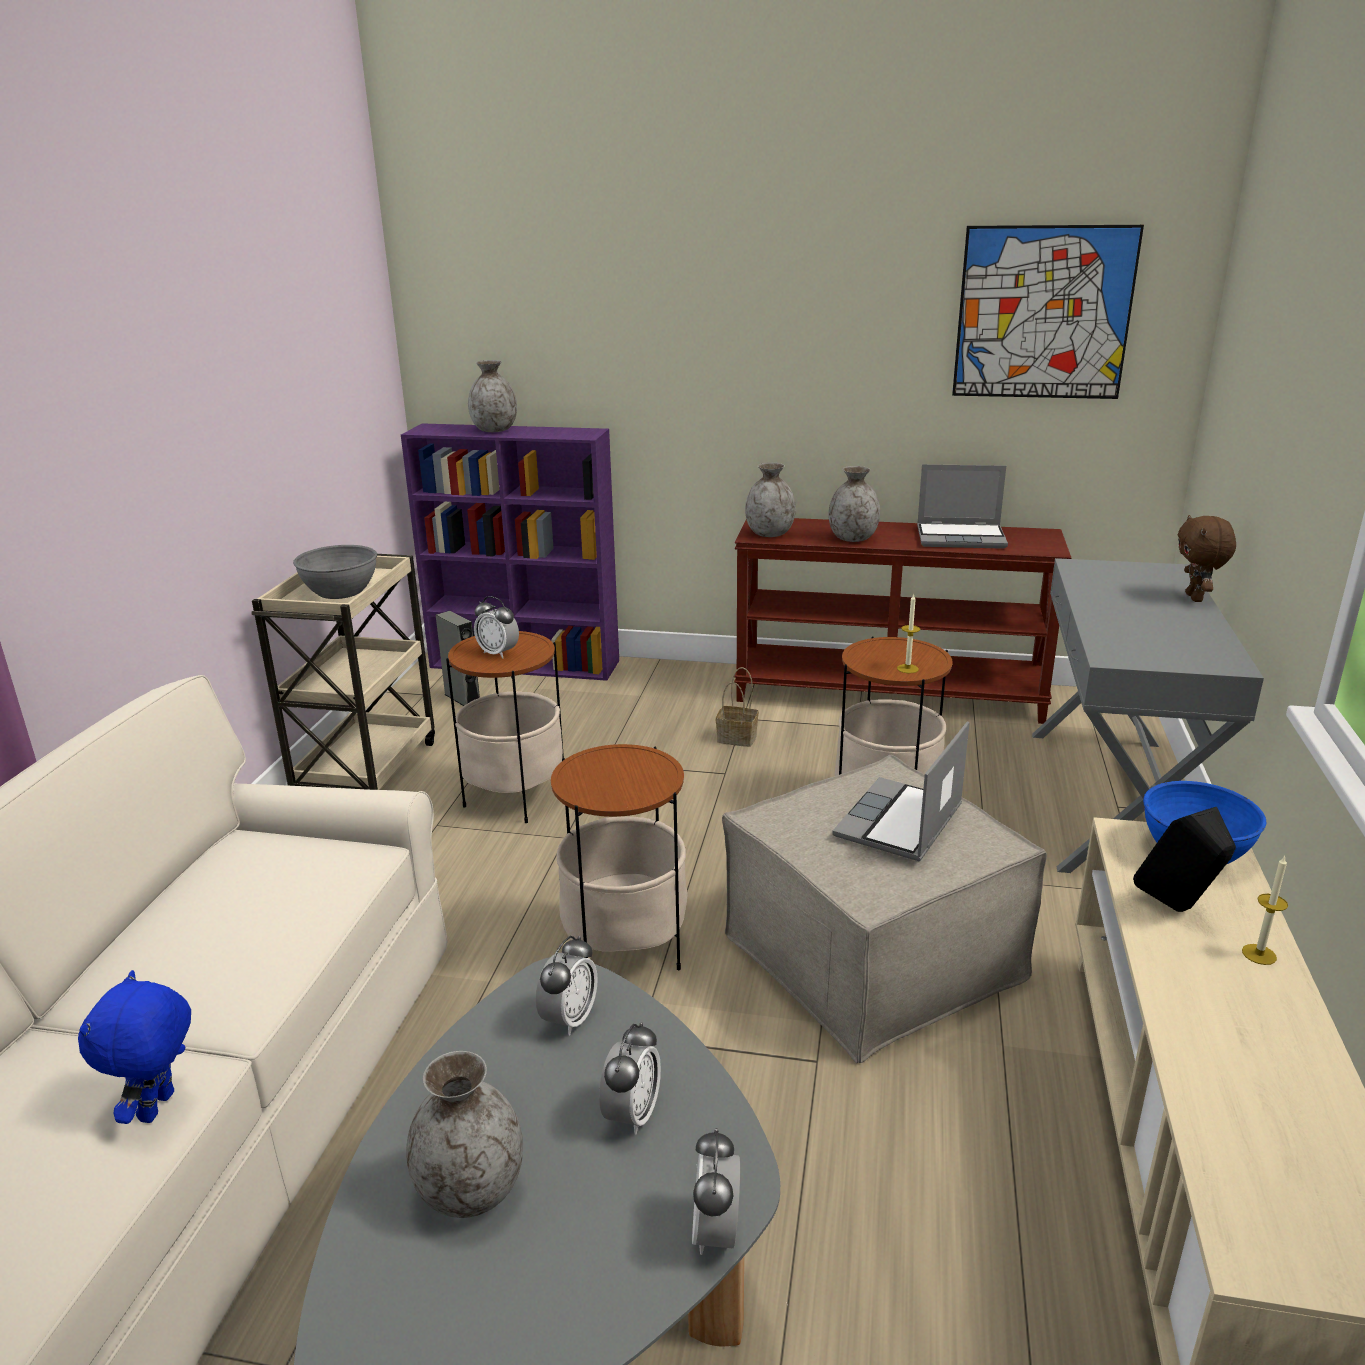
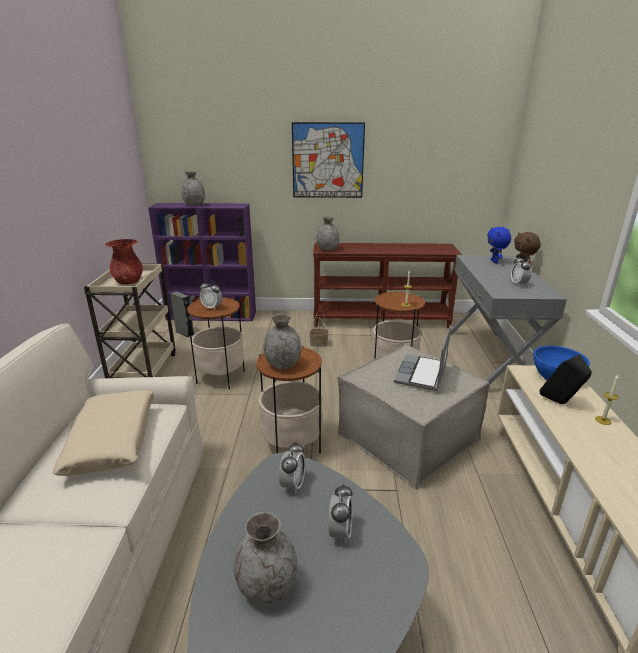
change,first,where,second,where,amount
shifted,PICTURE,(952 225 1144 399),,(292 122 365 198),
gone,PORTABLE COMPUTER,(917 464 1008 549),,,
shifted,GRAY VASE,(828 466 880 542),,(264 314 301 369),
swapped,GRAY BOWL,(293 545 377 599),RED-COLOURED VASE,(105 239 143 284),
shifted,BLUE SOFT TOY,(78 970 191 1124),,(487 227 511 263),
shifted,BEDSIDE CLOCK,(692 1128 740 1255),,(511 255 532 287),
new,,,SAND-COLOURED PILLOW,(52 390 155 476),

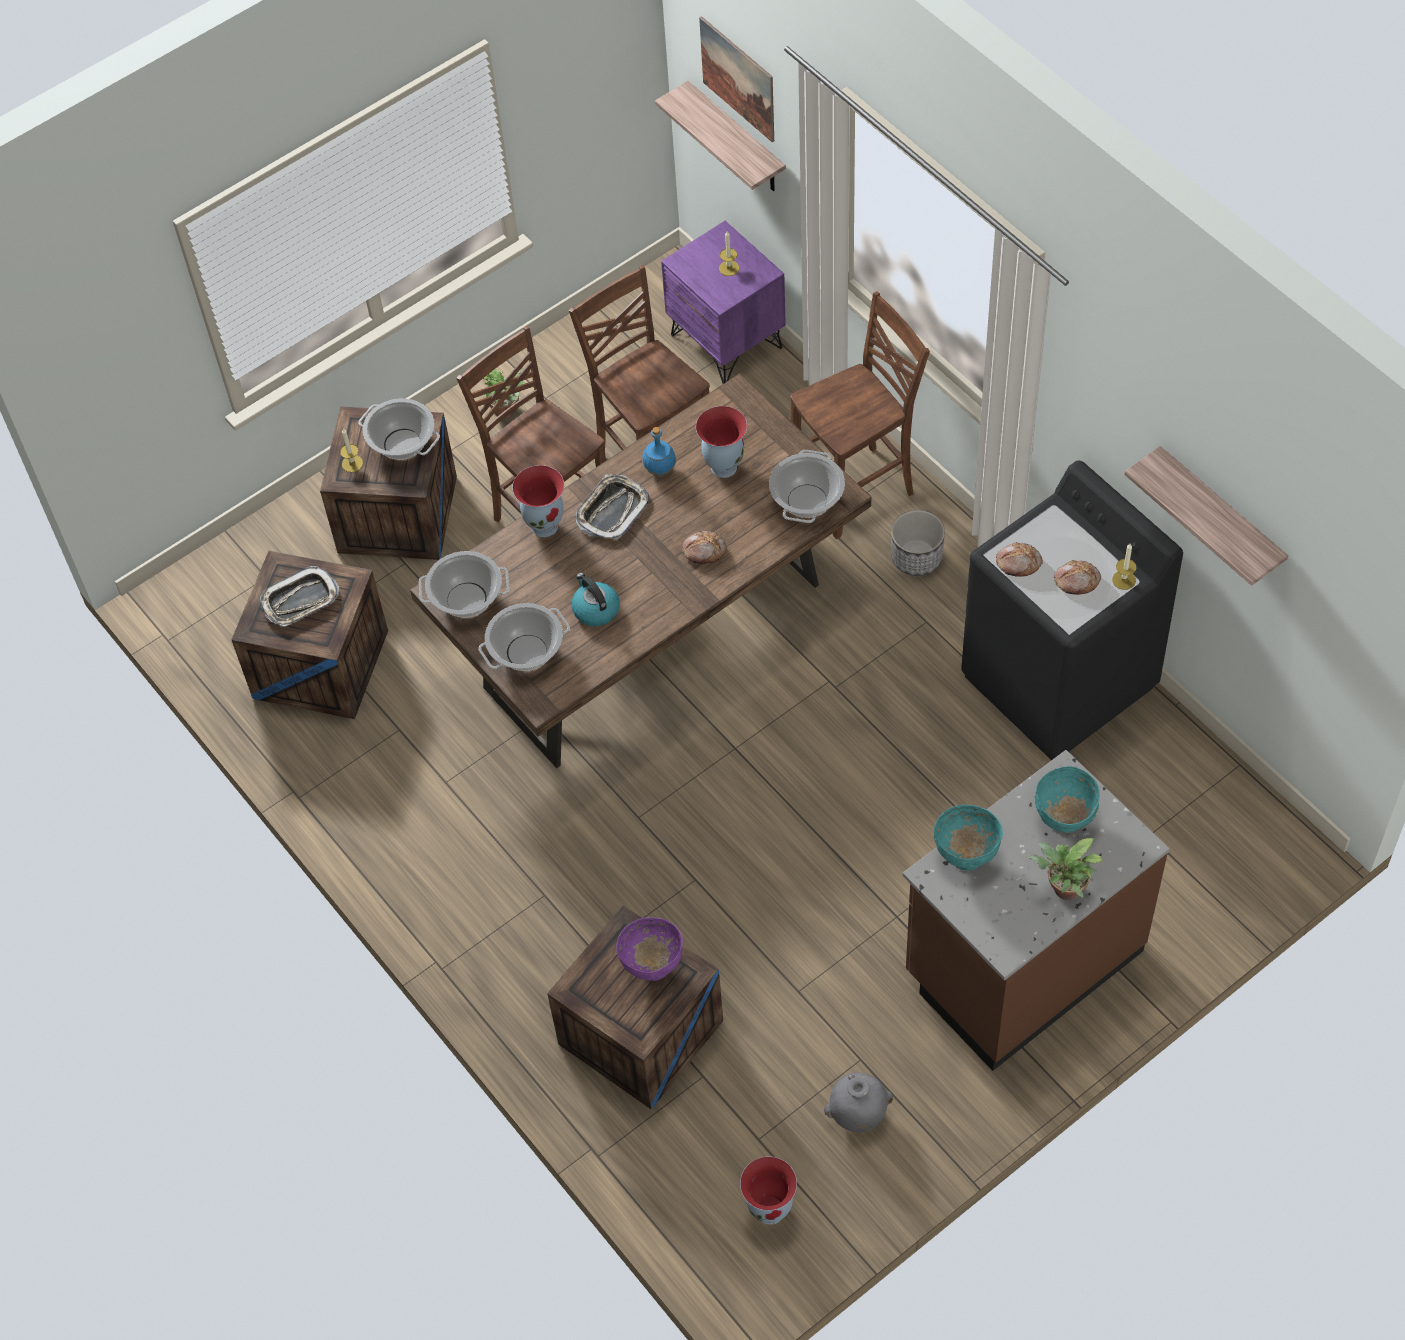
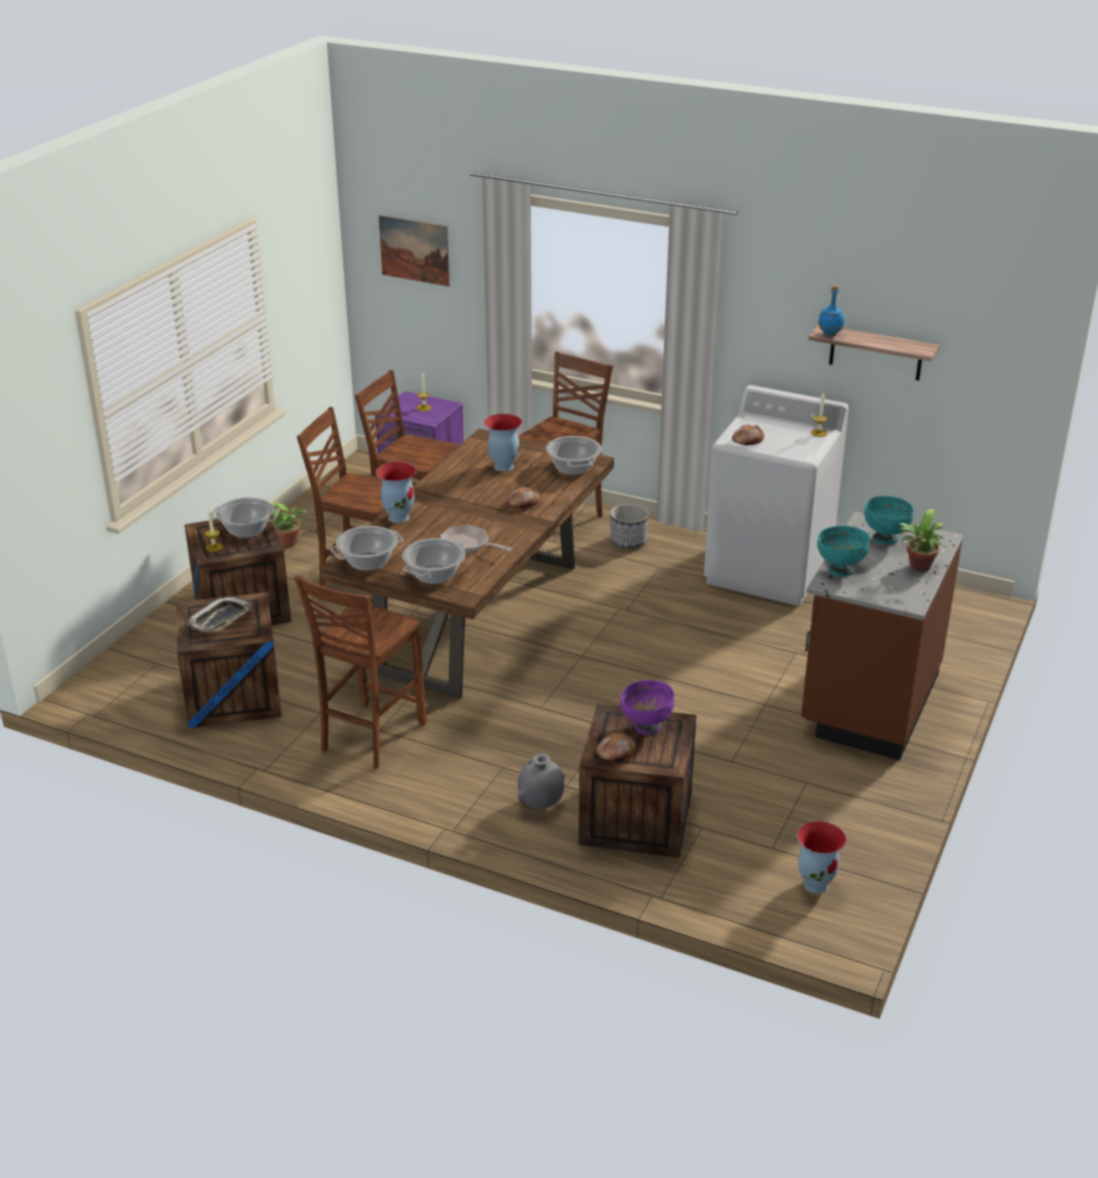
change,first,where,second,where,amount
gone,WALL SHELF,(655 81 786 191),,,
shifted,BLUE BOTTLE,(642 427 676 476),,(818 285 845 337),
repainted,BLACK-COLOURED WASHING MACHINE,(961 460 1183 760),WHITISH WASHING MACHINE,(704 385 849 606),
gone,CARRYING TRAY,(576 475 649 540),,,
shifted,BREAD,(1054 560 1101 595),,(596 733 635 762),
swapped,TEA KETTLE,(571 572 620 626),SKILLET,(440 525 512 553),
shifted,GRAY VASE,(824 1072 893 1132),,(517 754 565 809),
new,,,BROWNISH PLAIN CHAIR,(295 575 427 769),

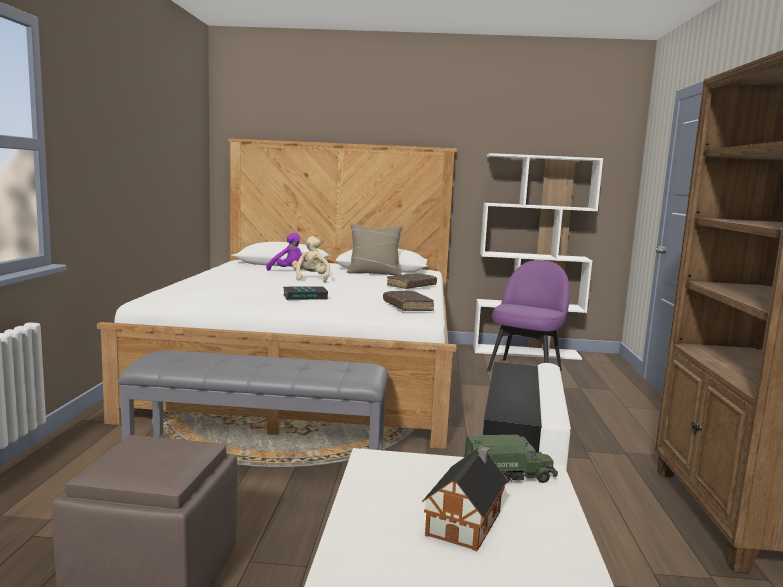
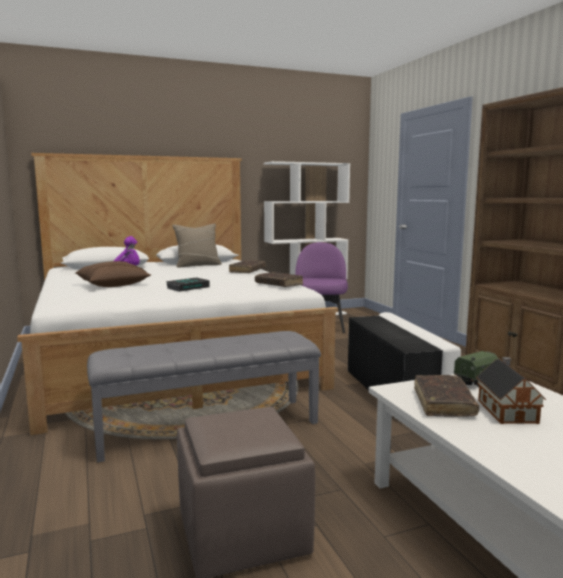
change,first,where,second,where,amount
gone,SAND-COLOURED SOFT TOY,(292 236 330 282),,,
new,,,BROWNISH PILLOW,(75 261 151 287),
new,,,BROWNISH BOUND BOOK,(414 375 479 417),

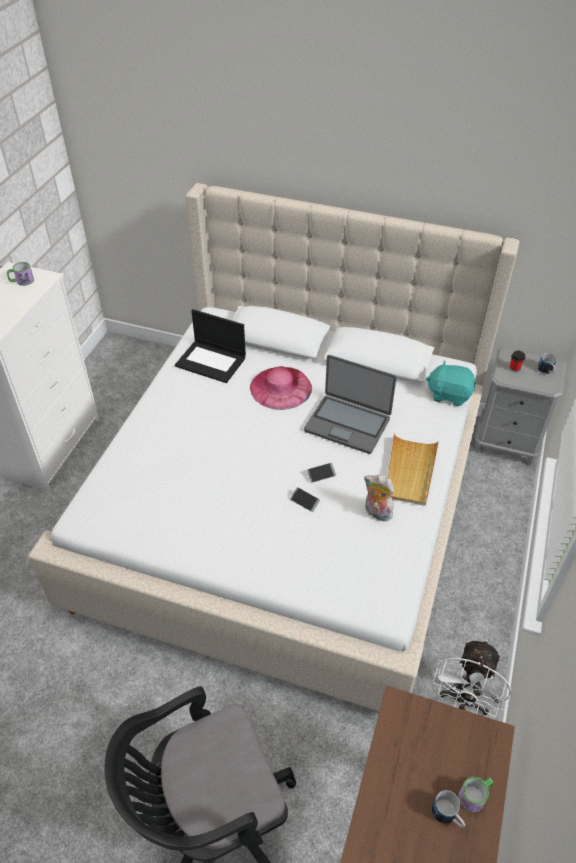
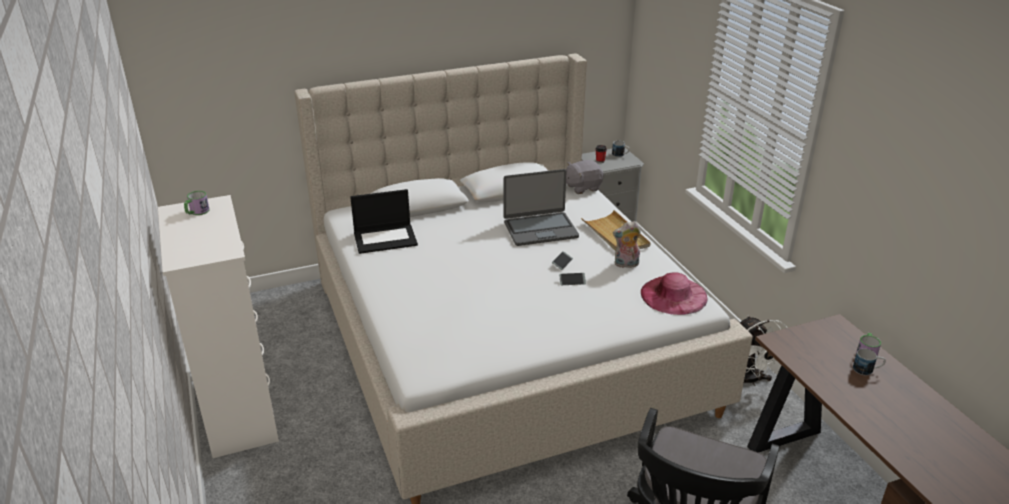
change,first,where,second,where,amount
repainted,TURQUOISE-COLOURED SOFT TOY,(426 360 475 406),GRAY SOFT TOY,(566 160 603 194),
shifted,PINKISH CLOTHING HAT,(250 366 312 410),,(641 272 708 315),

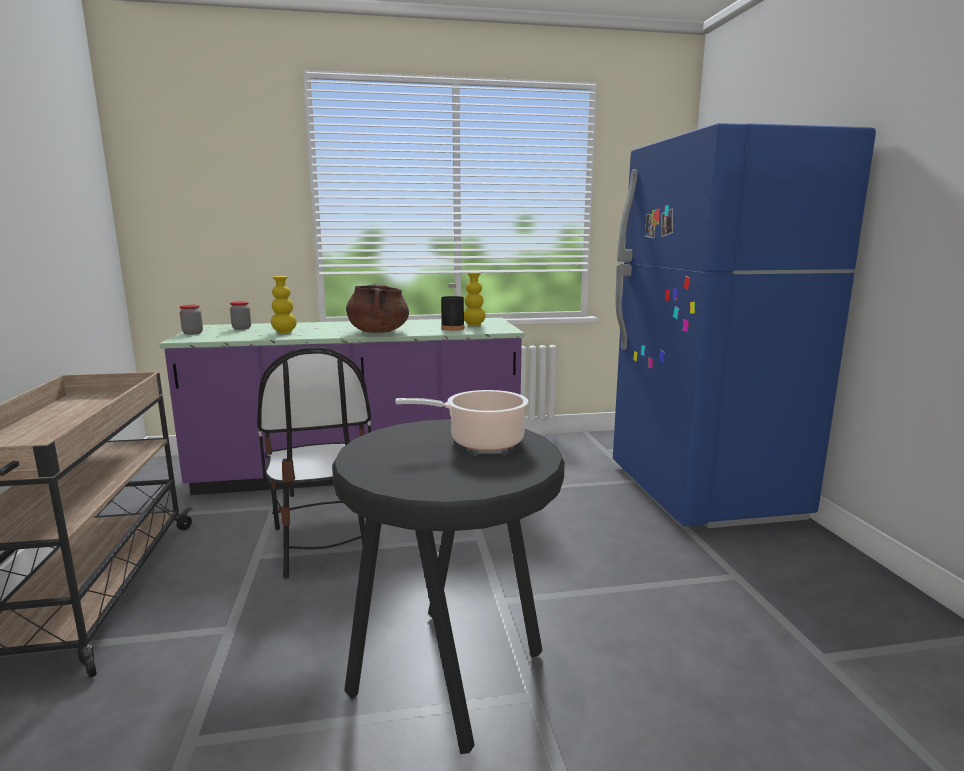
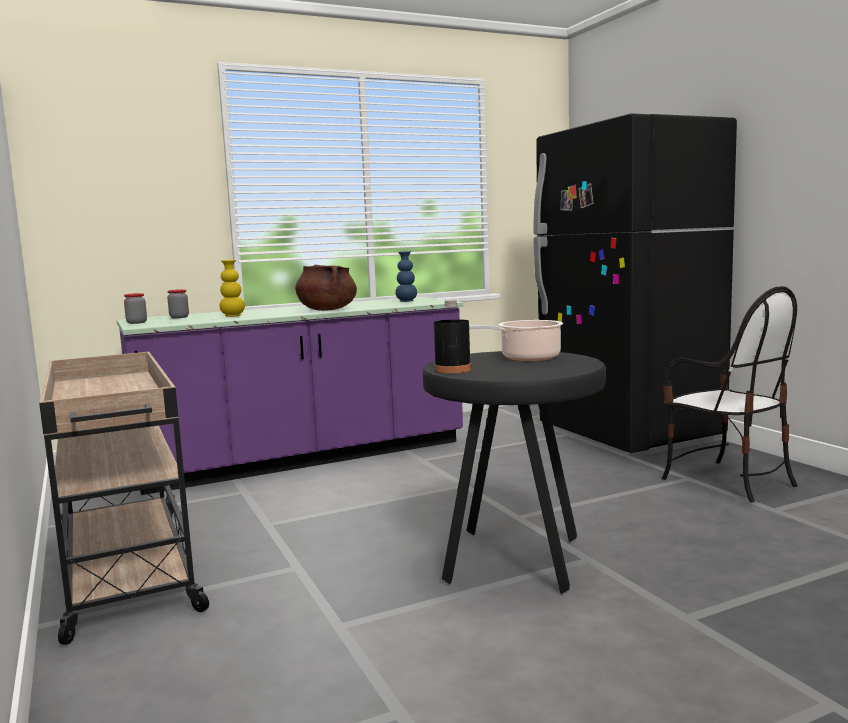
change,first,where,second,where,amount
repainted,BLUE REFRIGERATOR,(613 123 876 528),BLACK-COLOURED REFRIGERATOR,(533 113 737 455),
repainted,YELLOW VASE,(464 273 485 326),BLUE VASE,(395 251 417 302),
shifted,BLACK-COLOURED BOTTLE,(441 283 464 331),,(434 300 471 373),
shifted,PLAIN CHAIR,(257 347 371 579),,(662 286 798 503),

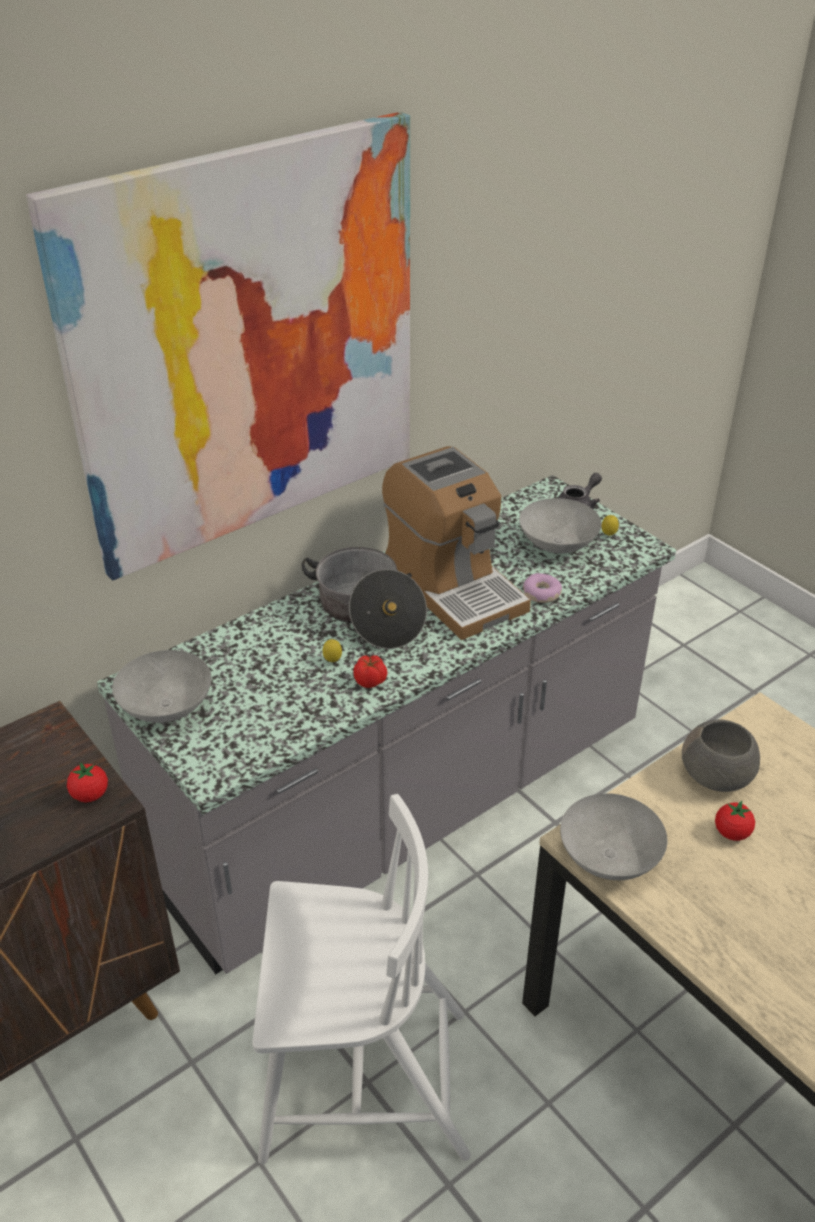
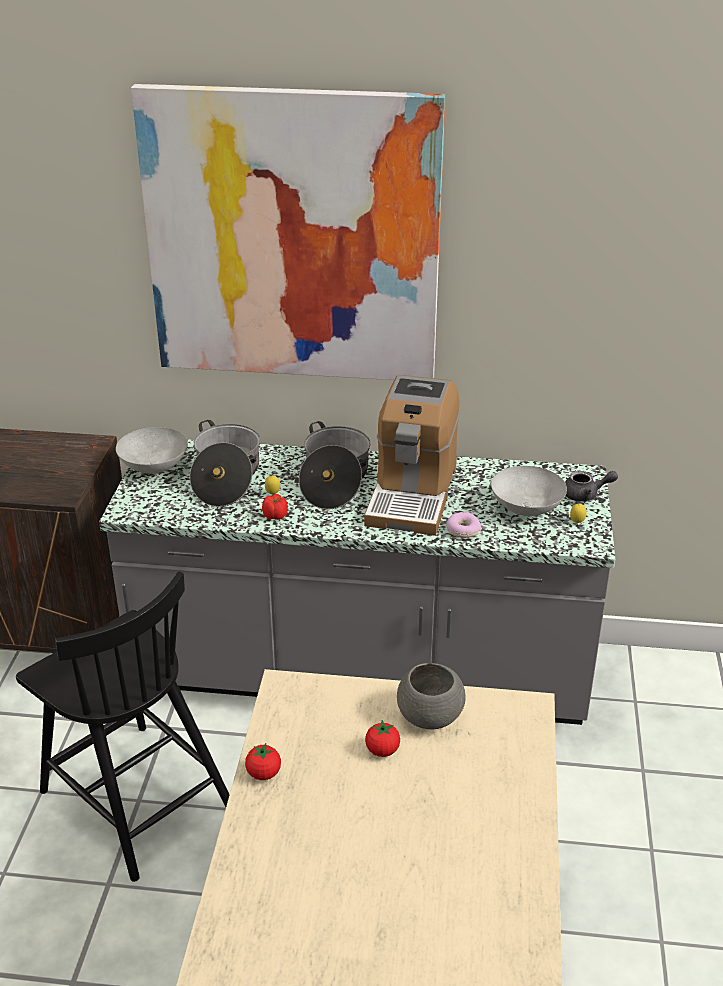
change,first,where,second,where,amount
shifted,WHOLE TOMATO,(67 762 108 802),,(245 743 281 780),
gone,GRAY BOWL,(560 793 667 880),,,
repainted,WHITISH PLAIN CHAIR,(252 794 471 1164),BLACK-COLOURED PLAIN CHAIR,(16 572 230 882),
new,,,COOKING POT,(190 420 260 507),

